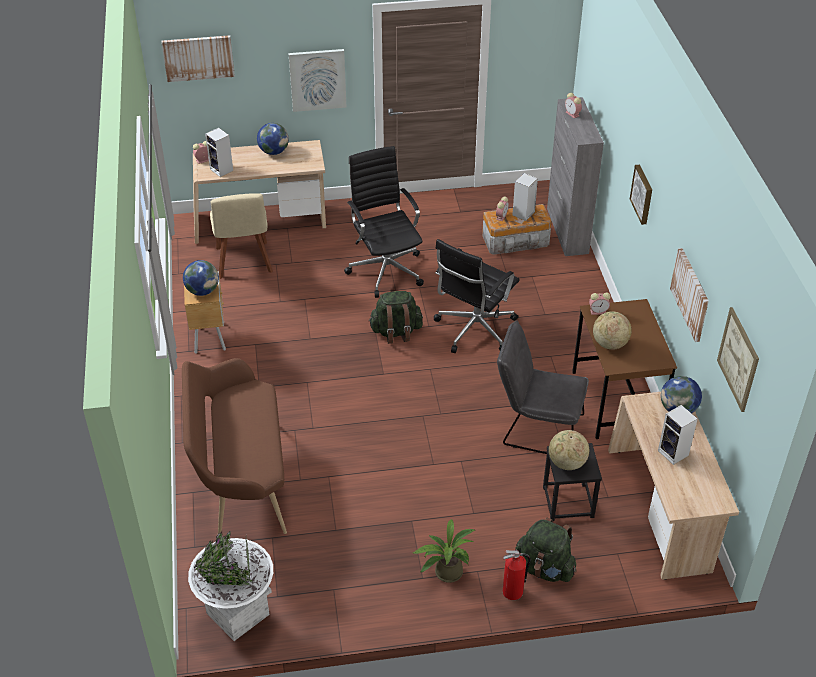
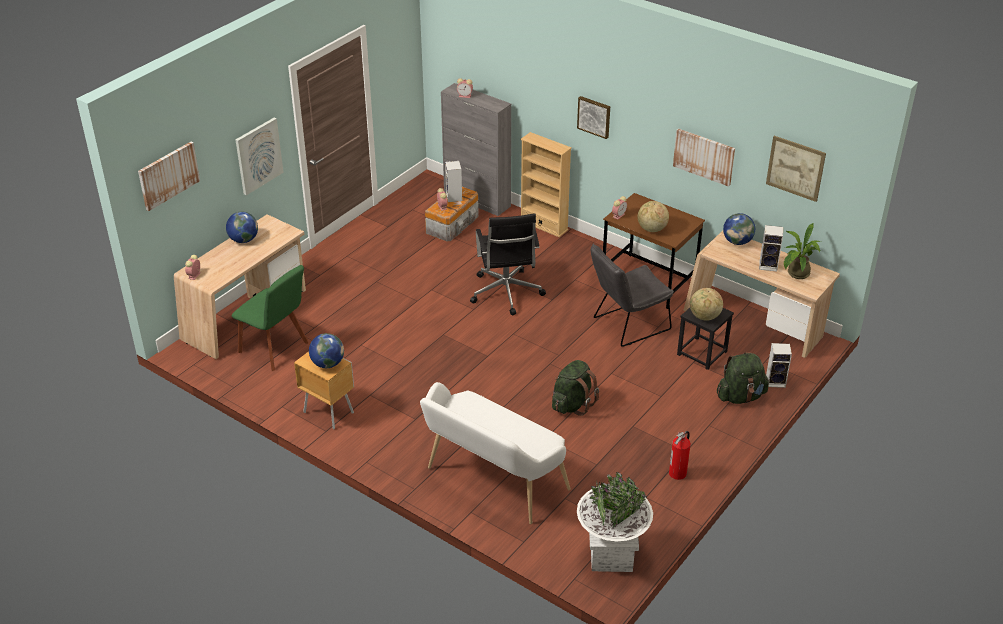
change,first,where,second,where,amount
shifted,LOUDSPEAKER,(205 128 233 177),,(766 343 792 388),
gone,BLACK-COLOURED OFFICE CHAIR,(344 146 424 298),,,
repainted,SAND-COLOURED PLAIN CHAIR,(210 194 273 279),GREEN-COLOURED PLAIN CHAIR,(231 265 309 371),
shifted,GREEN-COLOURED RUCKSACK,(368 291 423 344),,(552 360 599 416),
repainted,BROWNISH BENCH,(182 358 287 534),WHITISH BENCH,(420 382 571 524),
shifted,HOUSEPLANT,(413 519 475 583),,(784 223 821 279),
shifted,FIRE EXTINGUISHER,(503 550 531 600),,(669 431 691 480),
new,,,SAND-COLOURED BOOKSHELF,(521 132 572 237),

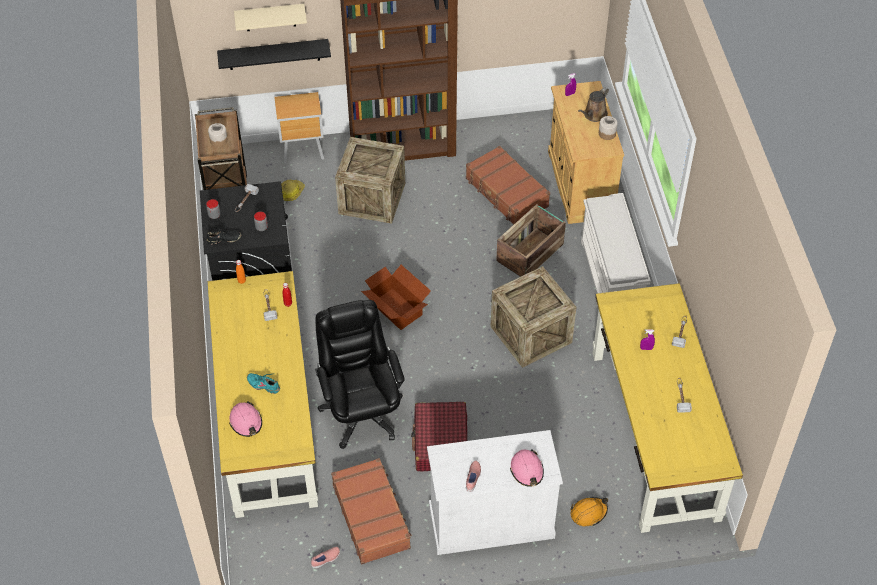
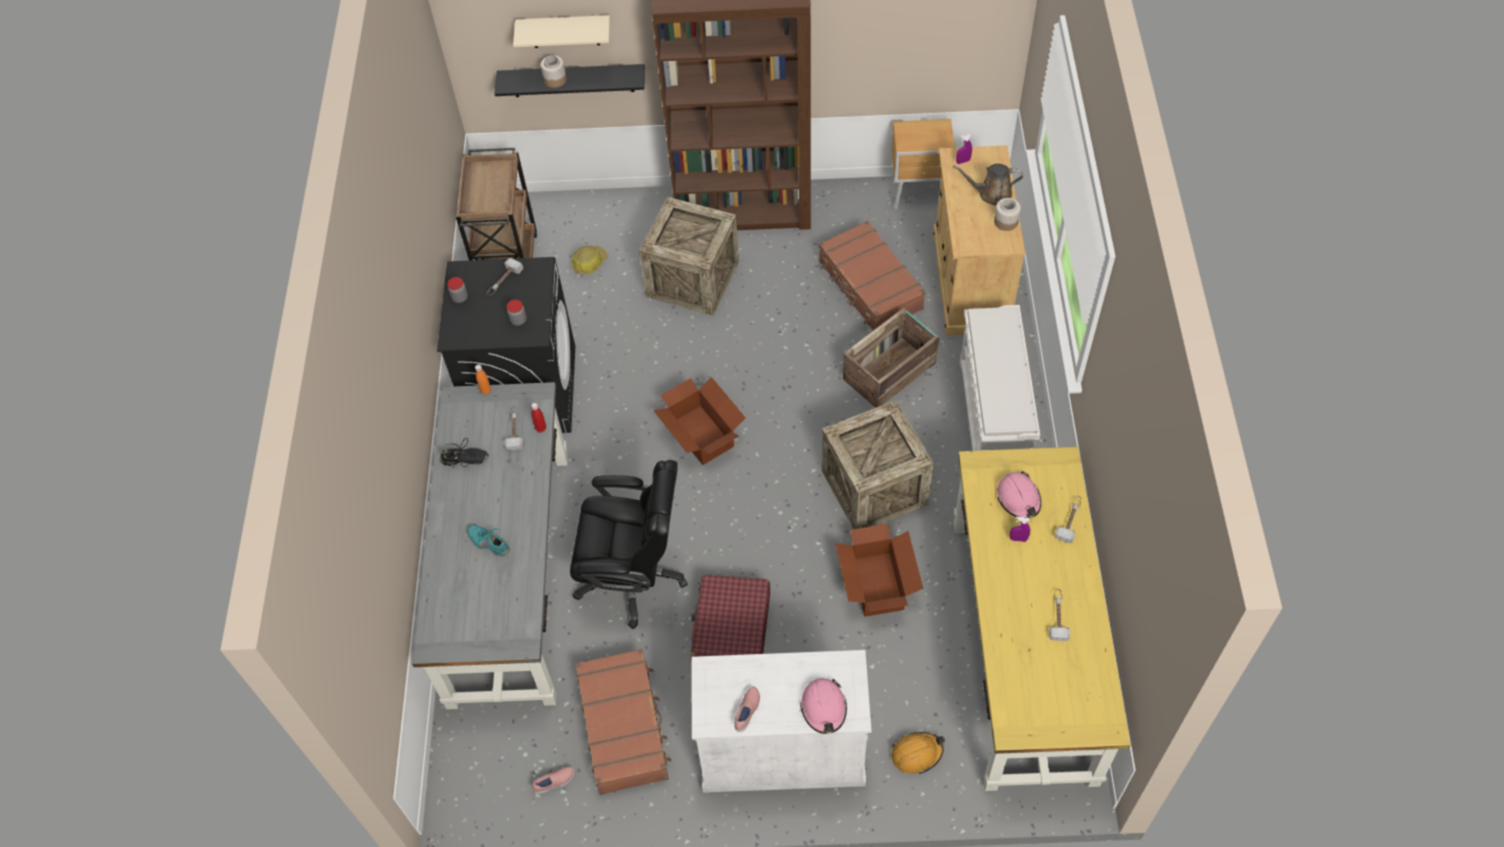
change,first,where,second,where,amount
rotated,BROWNISH WATERING POT,(578 87 609 122),,(953 164 1023 206),45 degrees clockwise
shifted,BROWNISH NIGHT TABLE,(274 92 324 164),,(891 119 955 210),
shifted,STORAGE JAR,(208 123 228 147),,(540 55 567 88),
shifted,BLACK-COLOURED SHOE,(207 223 241 244),,(441 438 489 467),
repainted,YELLOW DESK UNIT,(208 271 318 518),GRAY DESK UNIT,(412 382 568 710),
rotated,BLACK-COLOURED OFFICE CHAIR,(315 300 405 449),,(570 460 688 629),105 degrees clockwise
shifted,PINKISH HARD HAT,(229 401 262 437),,(997 471 1041 518),
new,,,CARDBOARD BOX,(835 524 923 617),

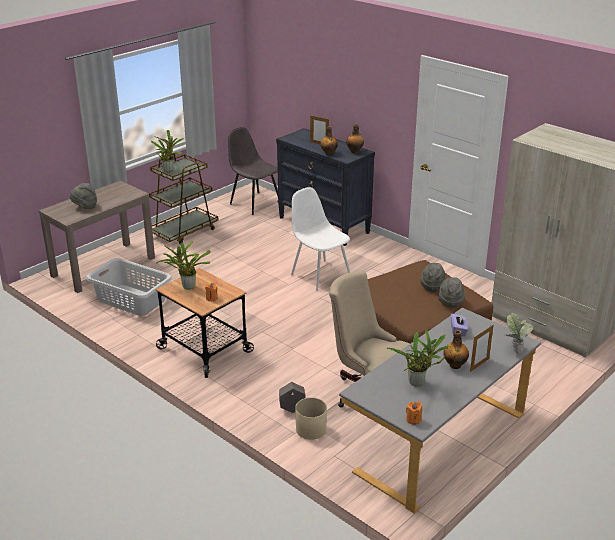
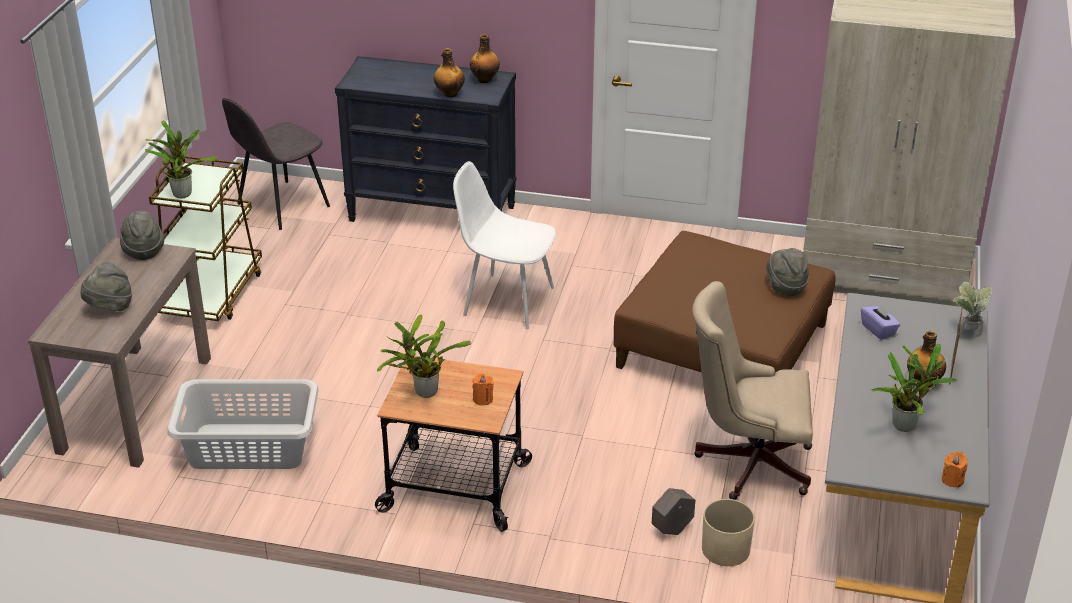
change,first,where,second,where,amount
gone,STANDING FRAME,(310 115 329 144),,,
rotated,GRAY PLAIN CHAIR,(228 127 278 215),,(222 98 330 230),60 degrees counterclockwise
shifted,GRAY CLOTHING HAT,(420 263 446 292),,(120 210 164 260),

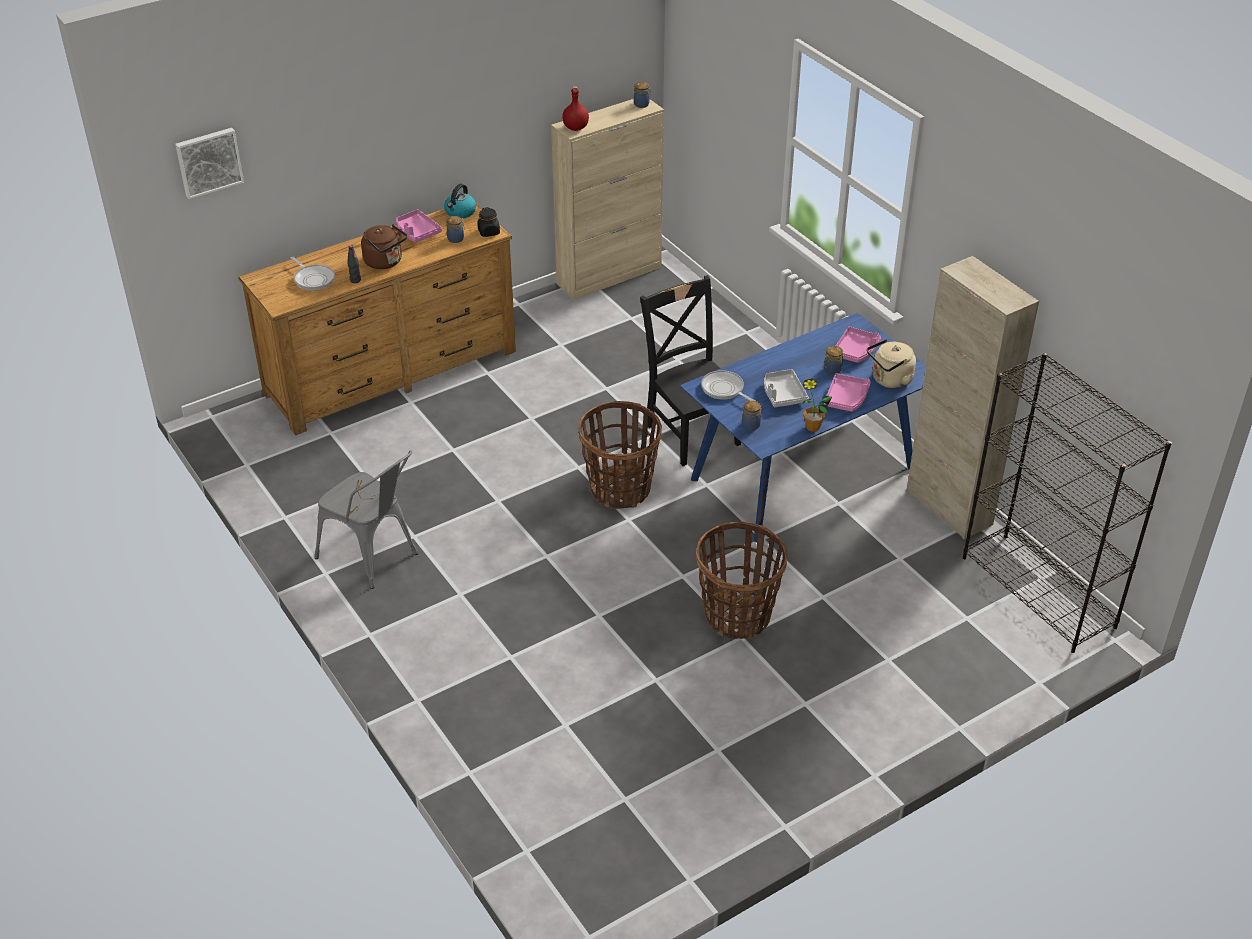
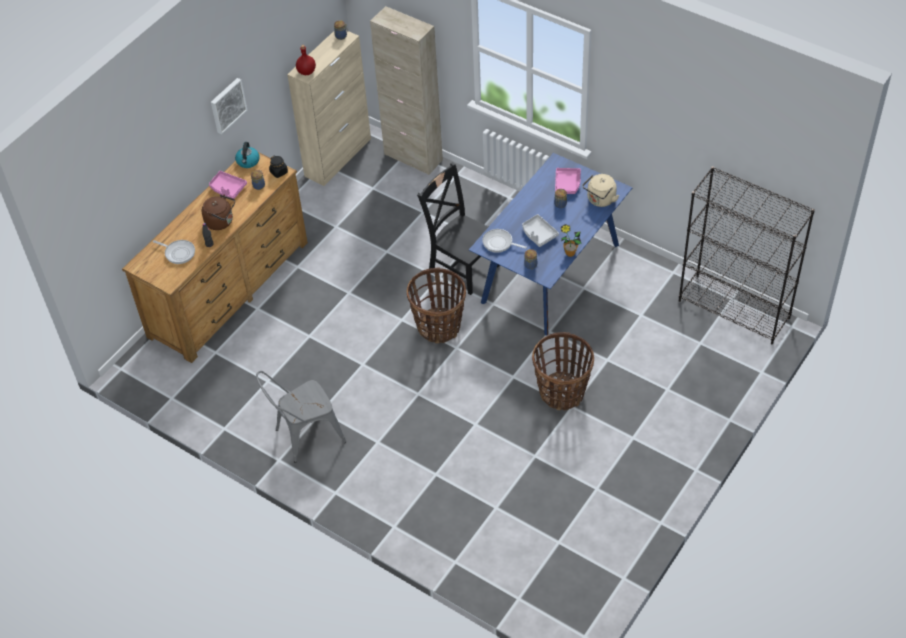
change,first,where,second,where,amount
shifted,PICTURE,(175 128 244 199),,(211 78 247 134),
shifted,SAND-COLOURED CUPBOARD,(906 256 1039 539),,(370 6 443 175),
gone,PINKISH CARRYING TRAY,(824 373 871 411),,,
rotated,GRAY PLAIN CHAIR,(314 450 418 589),,(256 371 346 463),135 degrees clockwise

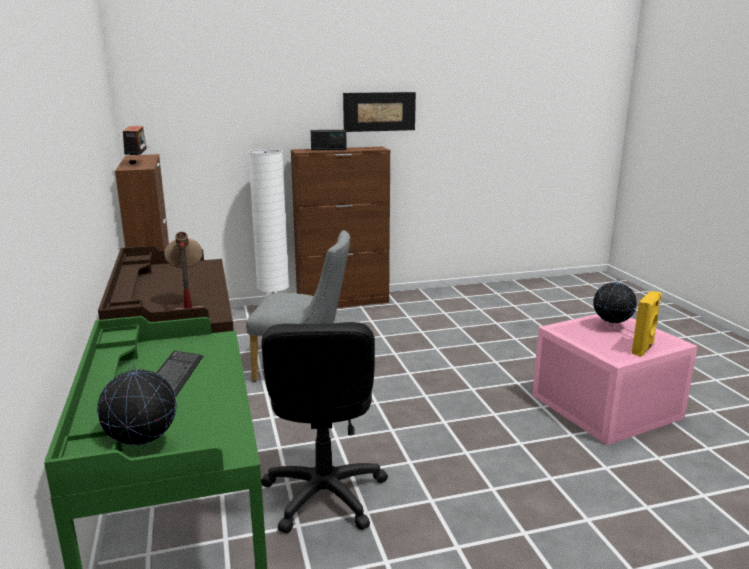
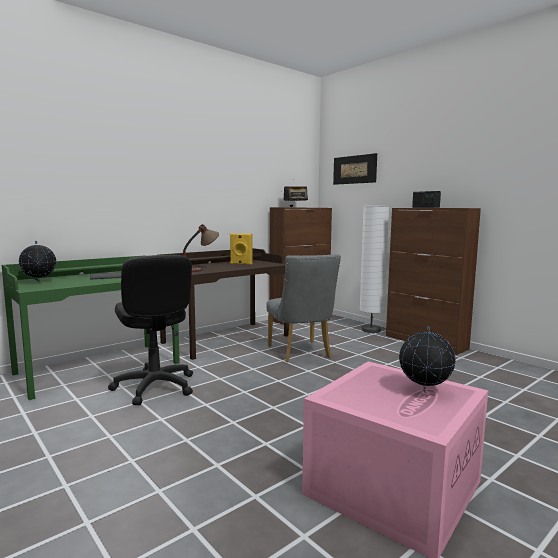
change,first,where,second,where,amount
shifted,PICTURE,(343 92 416 132),,(333 153 377 185),
shifted,YELLOW LOUDSPEAKER,(631 291 662 357),,(230 233 252 265),
rotated,BLACK-COLOURED OFFICE CHAIR,(261 322 388 533),,(108 255 193 405),90 degrees counterclockwise

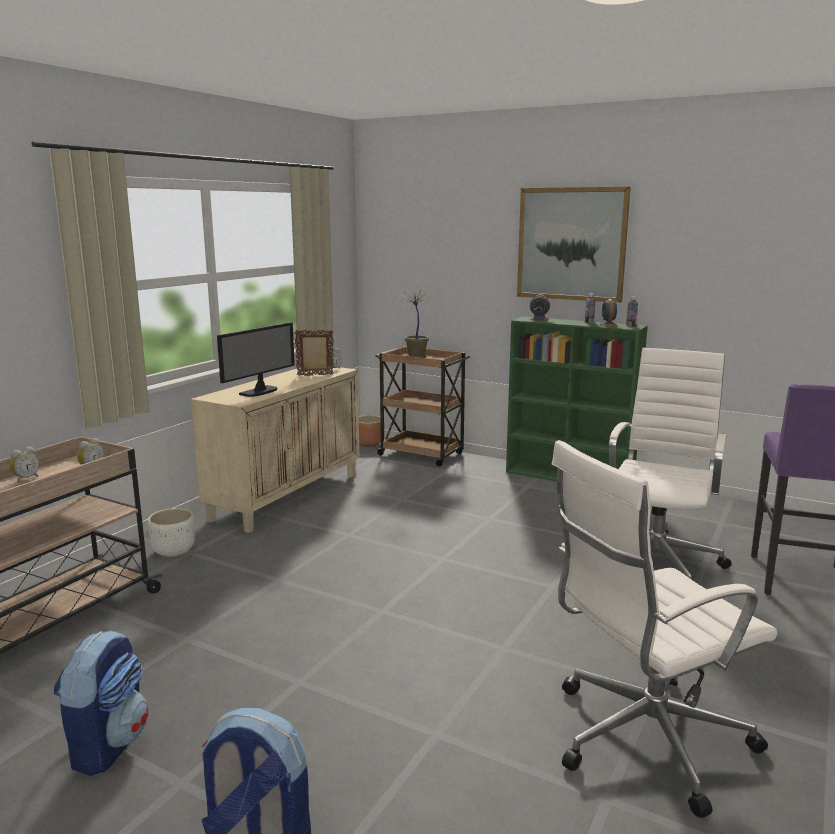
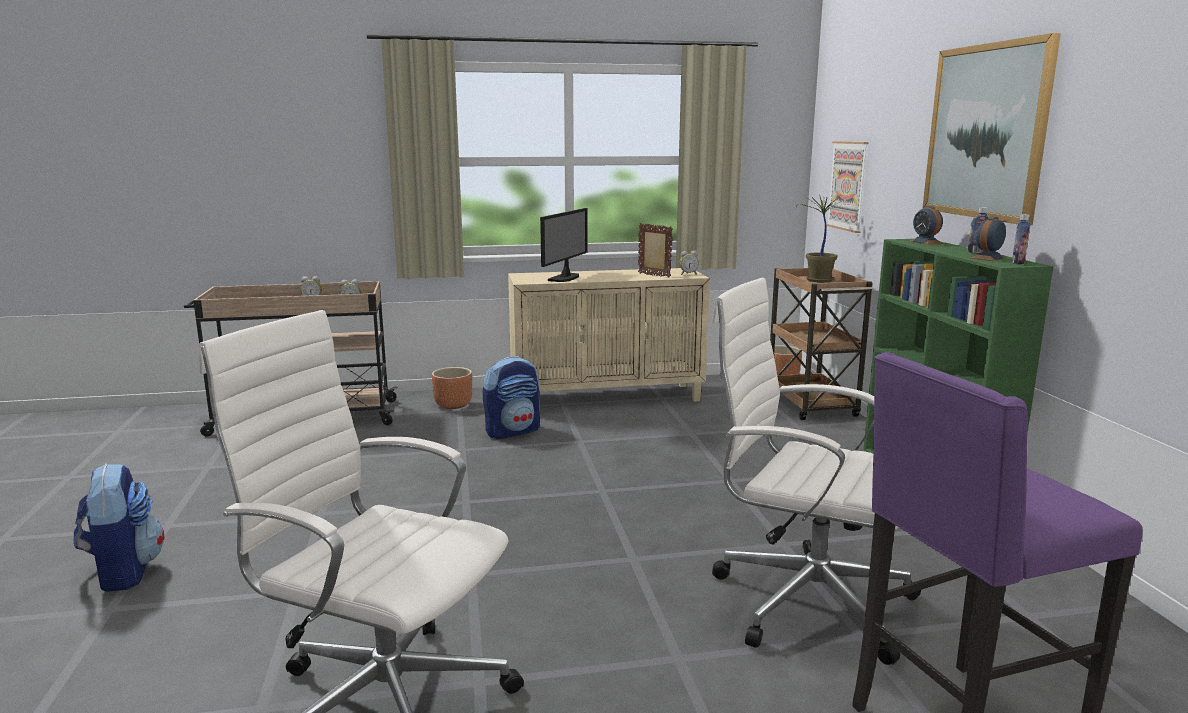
change,first,where,second,where,amount
rotated,MONITOR,(217 322 295 397),,(540 208 588 282),60 degrees counterclockwise
rotated,WHITISH OFFICE CHAIR,(609 348 731 580),,(712 278 921 665),135 degrees counterclockwise
repainted,WHITISH PLANT POT,(148 508 195 557),BROWNISH PLANT POT,(432 367 472 409),
shifted,RUCKSACK,(54 631 148 776),,(483 356 540 439),
new,,,PICTURE,(827 141 869 233),

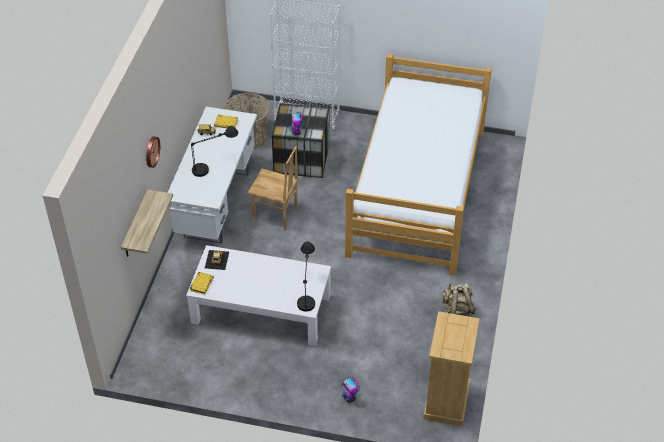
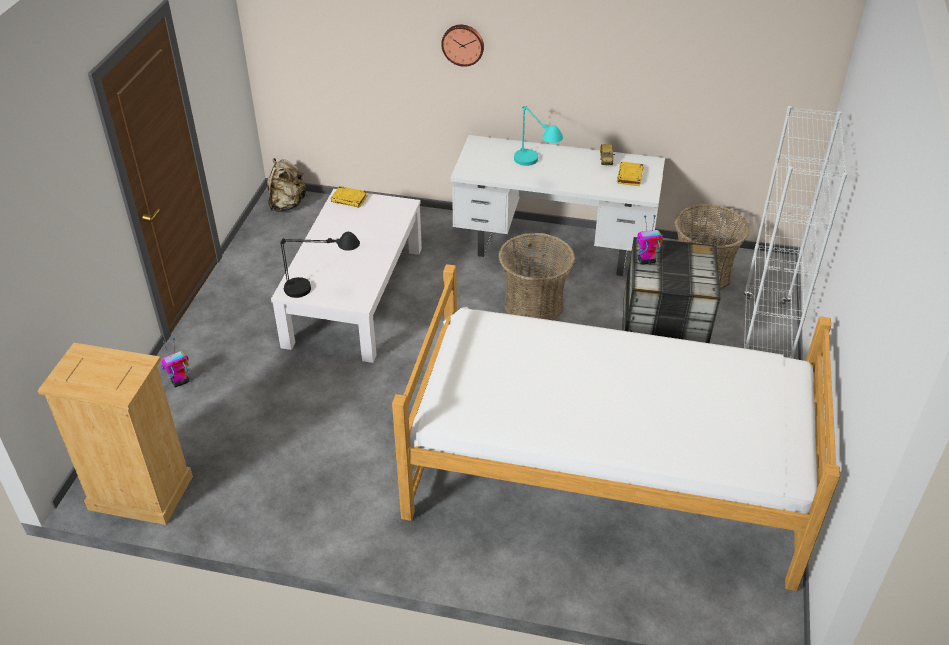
change,first,where,second,where,amount
repainted,BLACK-COLOURED TABLETOP LAMP,(191 126 238 177),TURQUOISE-COLOURED TABLETOP LAMP,(514 106 563 166),
swapped,BROWNISH PLAIN CHAIR,(248 146 298 230),STORAGE BASKET,(499 233 575 321),
gone,WALL SHELF,(121 190 173 257),,,
gone,MODEL CAR,(205 250 229 270),,,
shifted,SAND-COLOURED RUCKSACK,(442 283 476 316),,(267 158 307 212),

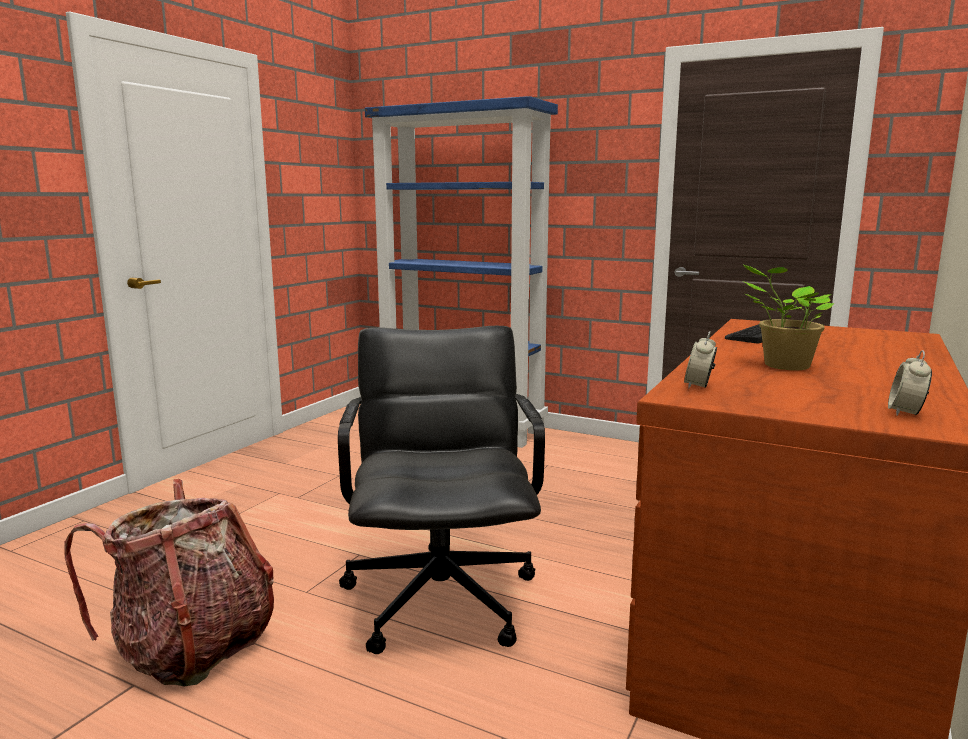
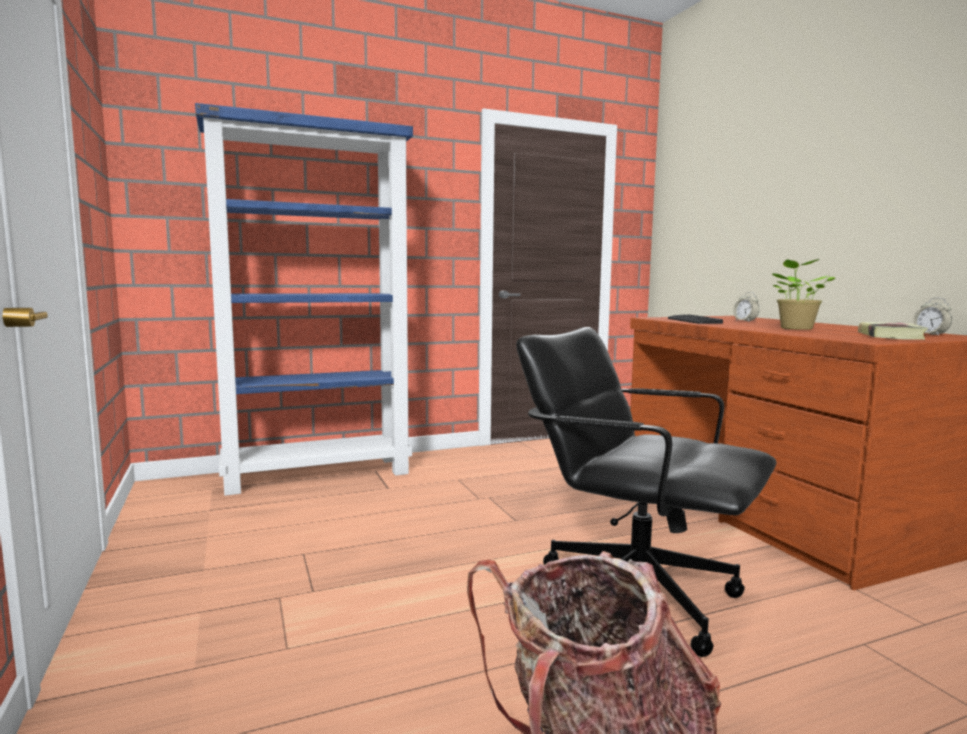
change,first,where,second,where,amount
shifted,BEDSIDE CLOCK,(684 331 717 389),,(733 292 759 321),
new,,,BOUND BOOK,(858 322 928 340),

